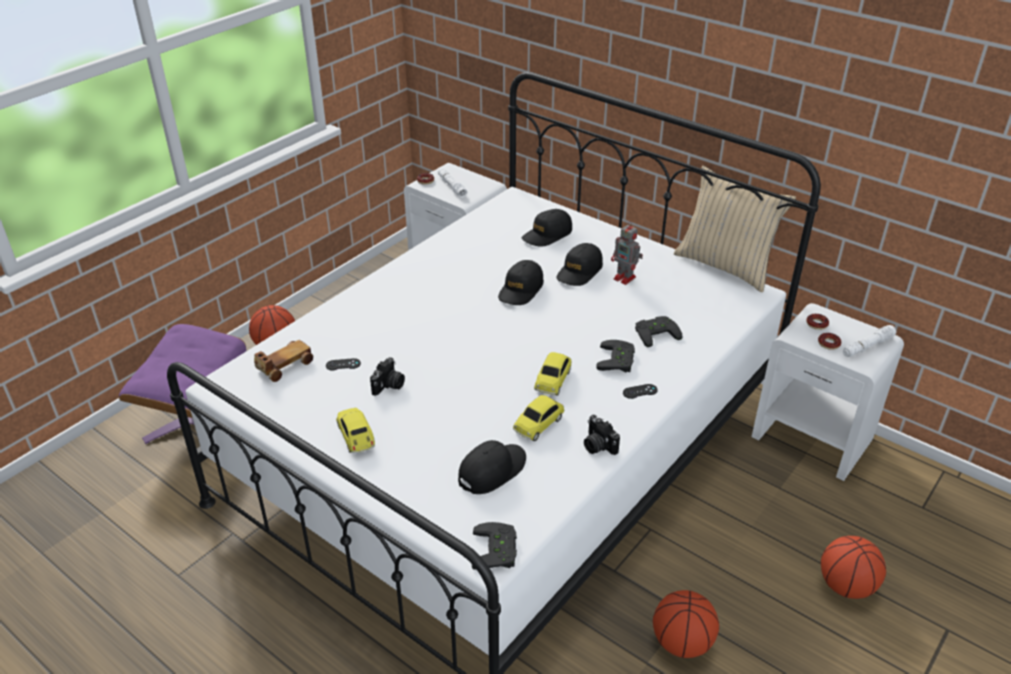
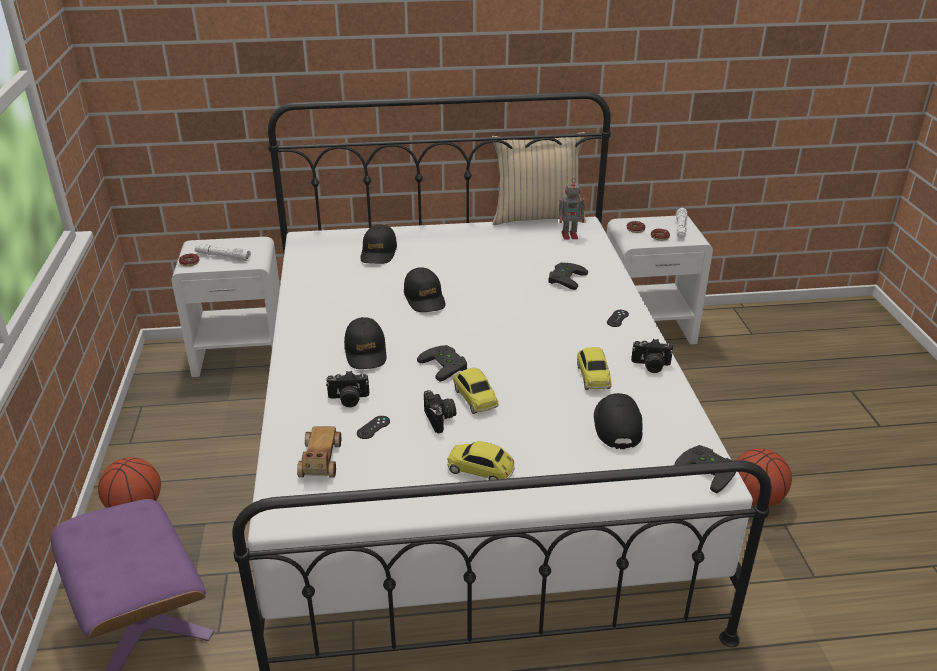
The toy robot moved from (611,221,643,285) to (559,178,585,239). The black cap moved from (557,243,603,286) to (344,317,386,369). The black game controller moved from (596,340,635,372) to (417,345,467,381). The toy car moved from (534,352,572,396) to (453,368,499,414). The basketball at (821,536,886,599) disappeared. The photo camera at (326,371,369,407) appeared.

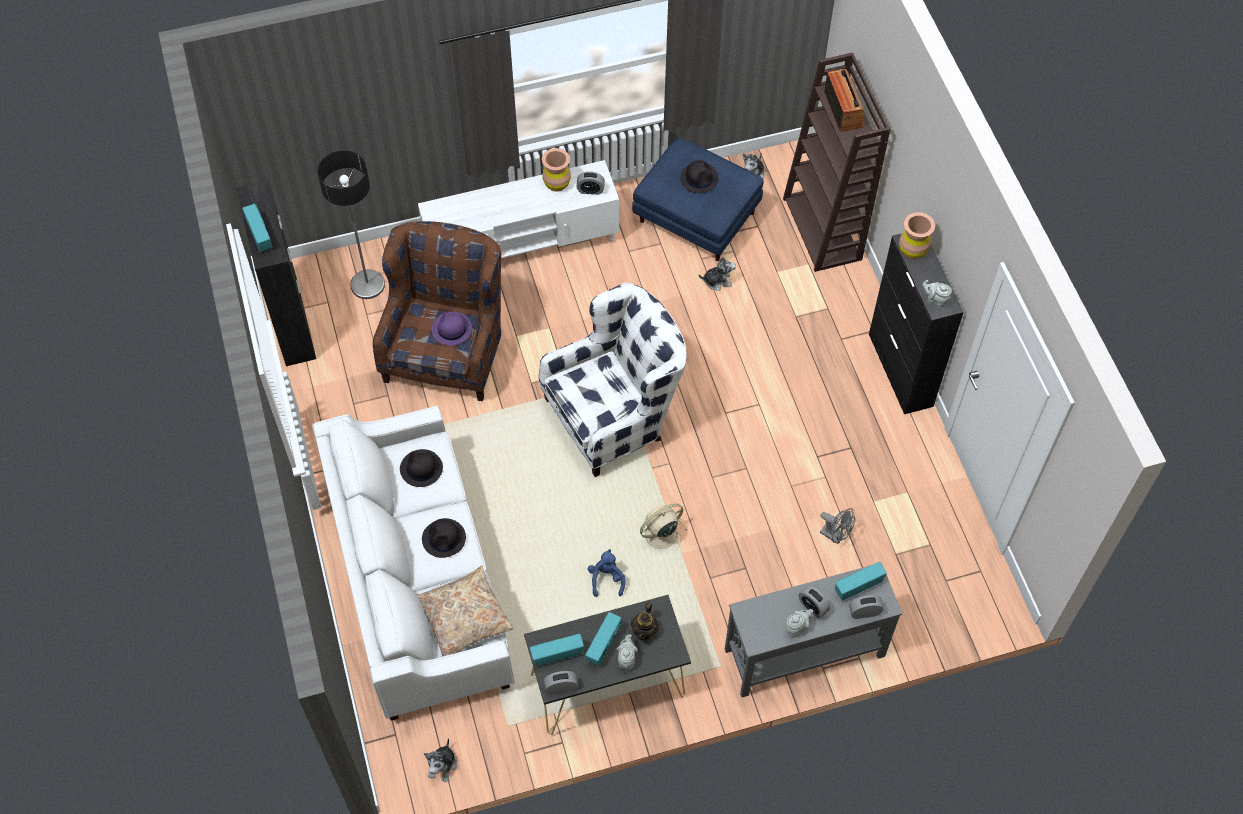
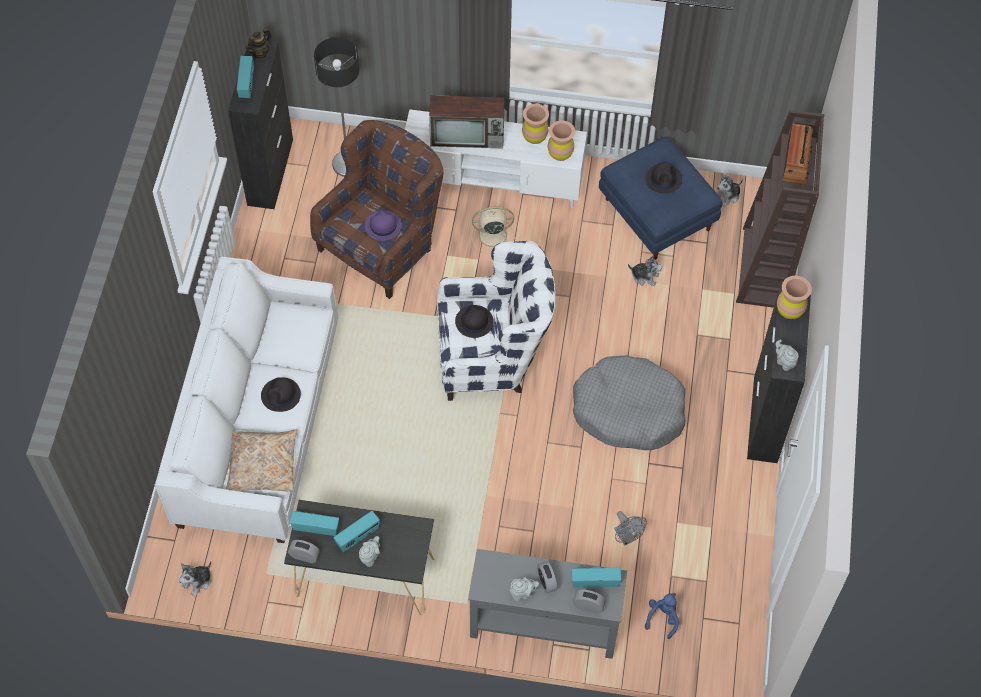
The alarm clock at (576,171,605,195) was replaced by the brown vase at (548,120,575,161). The black hat moved from (400,449,443,487) to (455,305,494,338). The beige fan moved from (640,504,687,553) to (472,206,515,253). The blue plush toy moved from (588,549,625,597) to (645,593,679,639). The teapot moved from (631,603,659,640) to (245,28,271,59). The television at (429,95,505,148) appeared. The grey dog bed at (573,356,686,450) appeared.

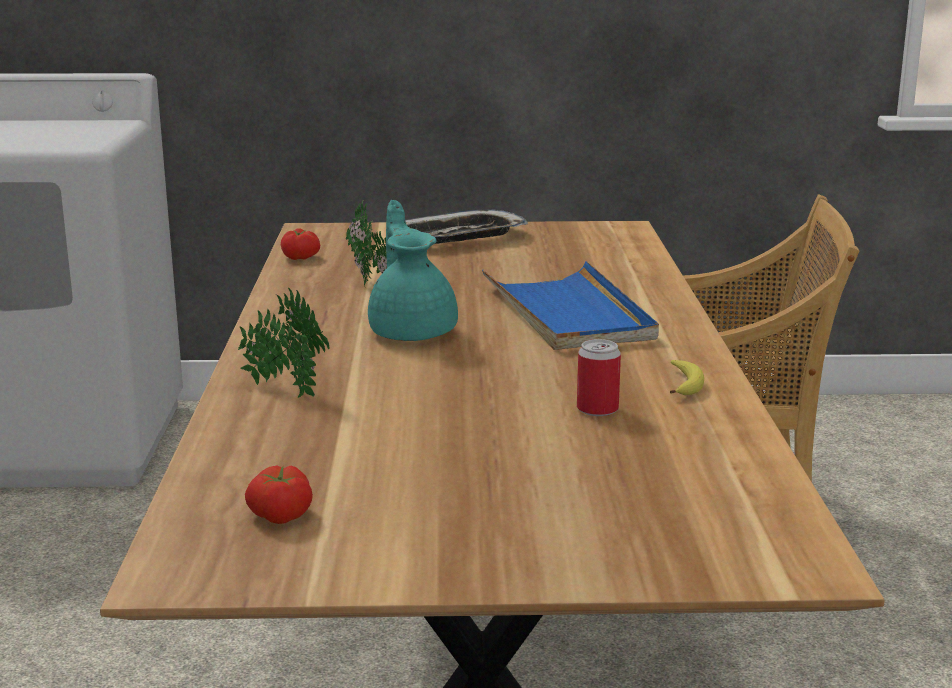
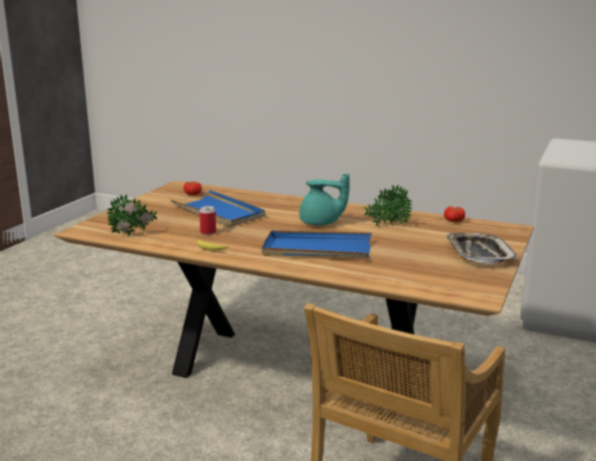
The potted plant moved from (238,288,330,398) to (107,194,157,237). The blue tray at (171,190,265,227) appeared.

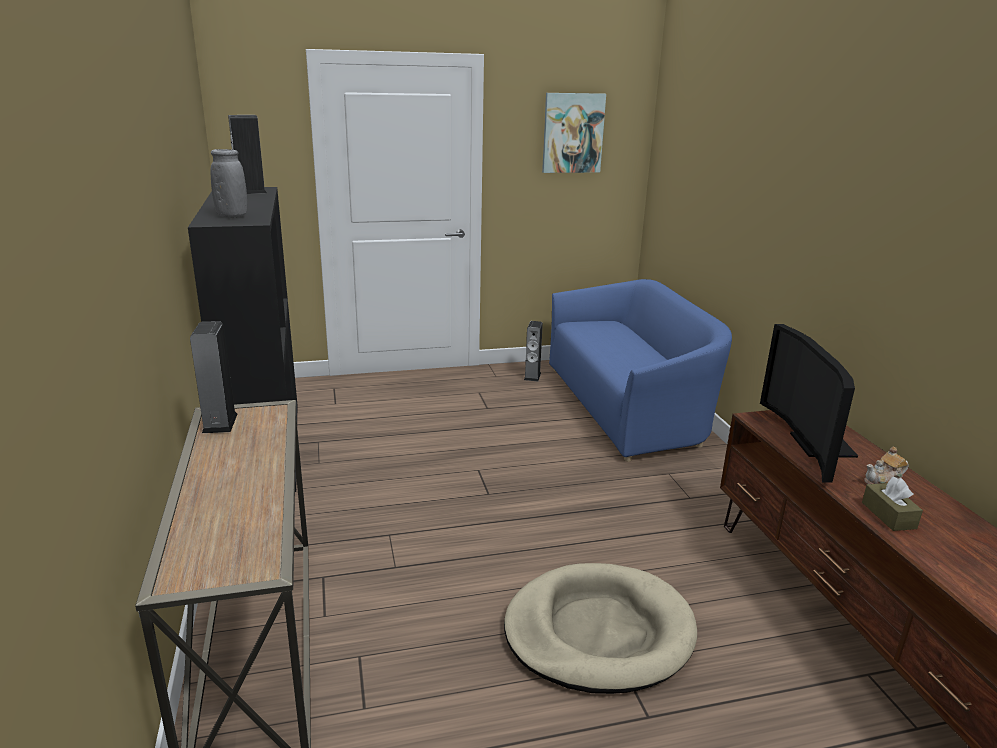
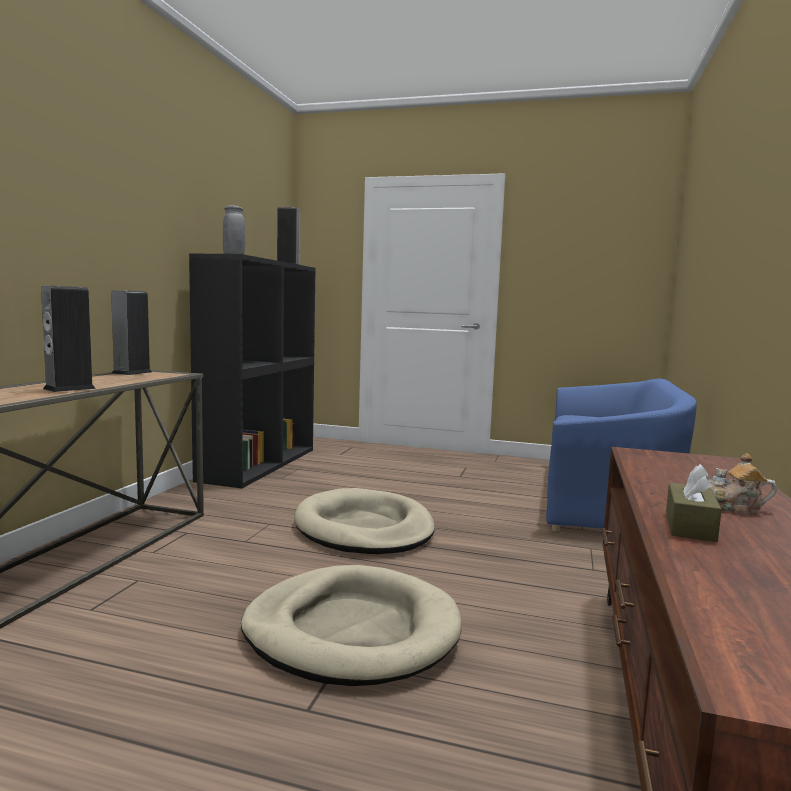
The picture at (542,93,606,173) disappeared. The speaker moved from (524,321,543,381) to (41,286,96,392). The television at (760,324,858,483) disappeared. The beige dog bed at (294,488,435,554) appeared.

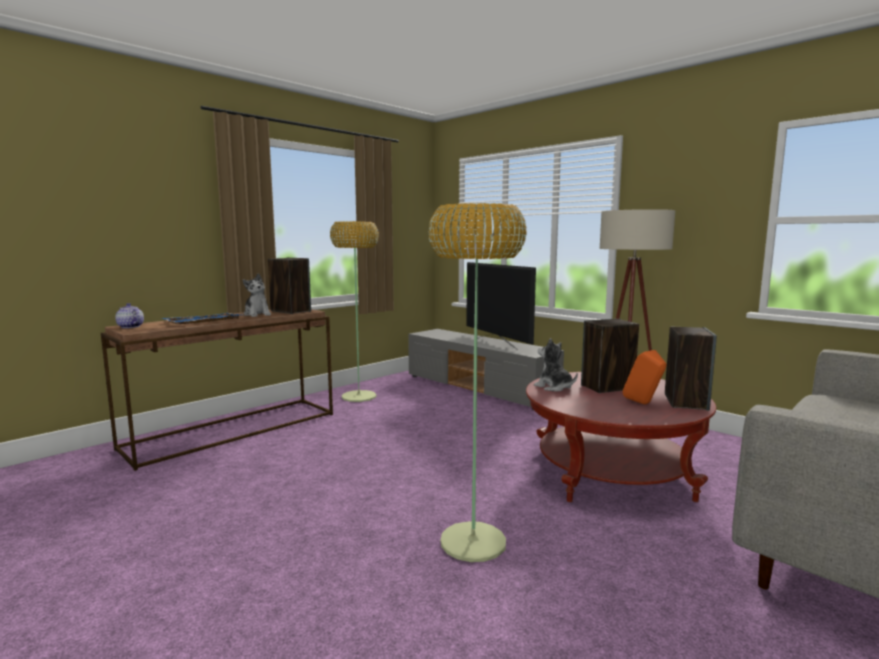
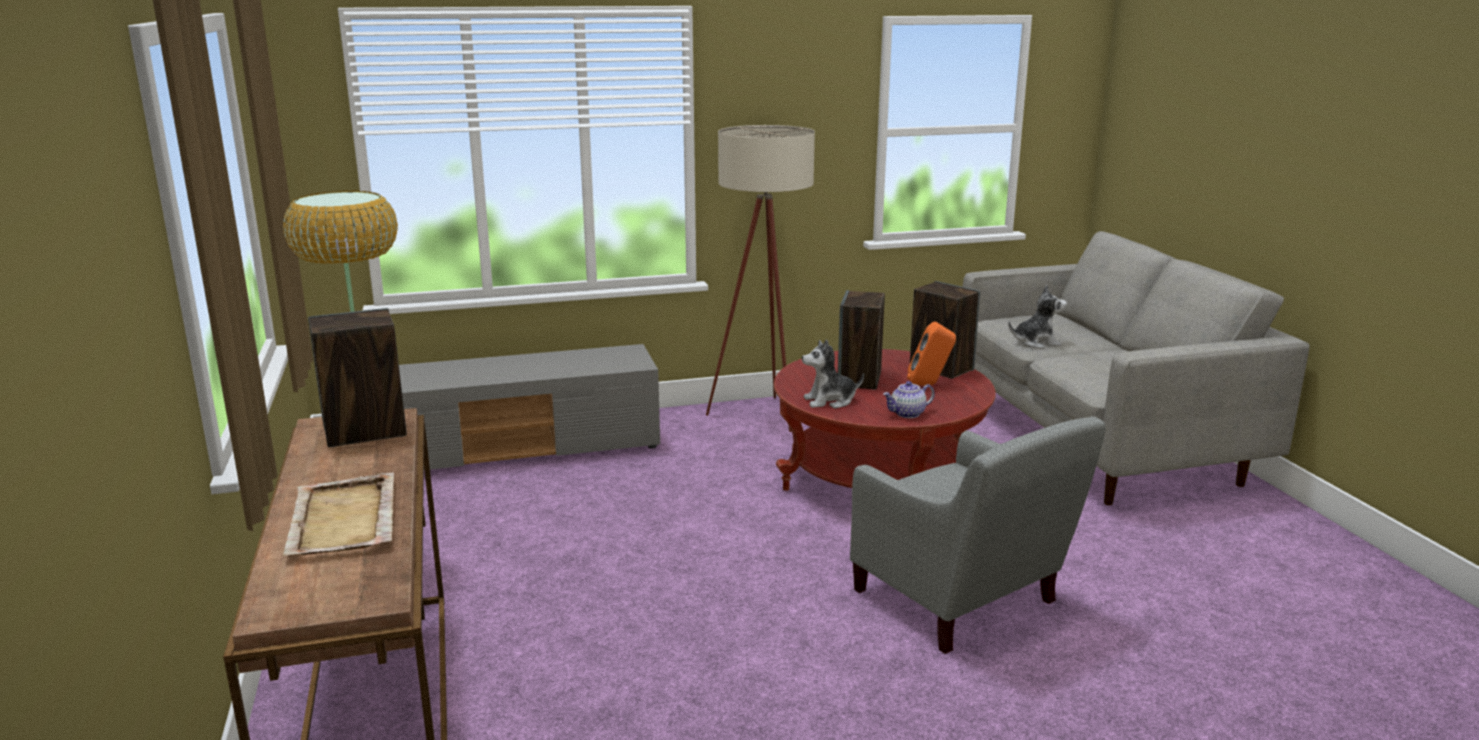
The floor lamp at (428,203,527,562) was replaced by the grey armchair at (850,416,1106,654). The television at (466,262,536,350) disappeared. The plush toy moved from (243,273,271,317) to (1008,285,1067,348). The teapot moved from (115,303,144,328) to (883,381,935,418). The blue tray at (162,313,242,324) became the beige tray at (283,472,394,556).

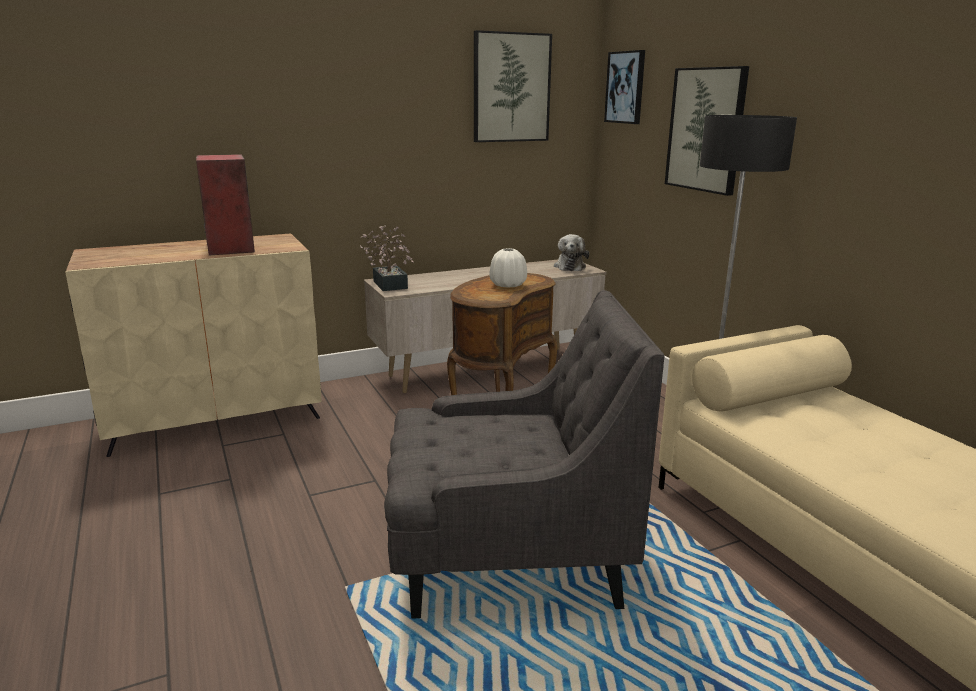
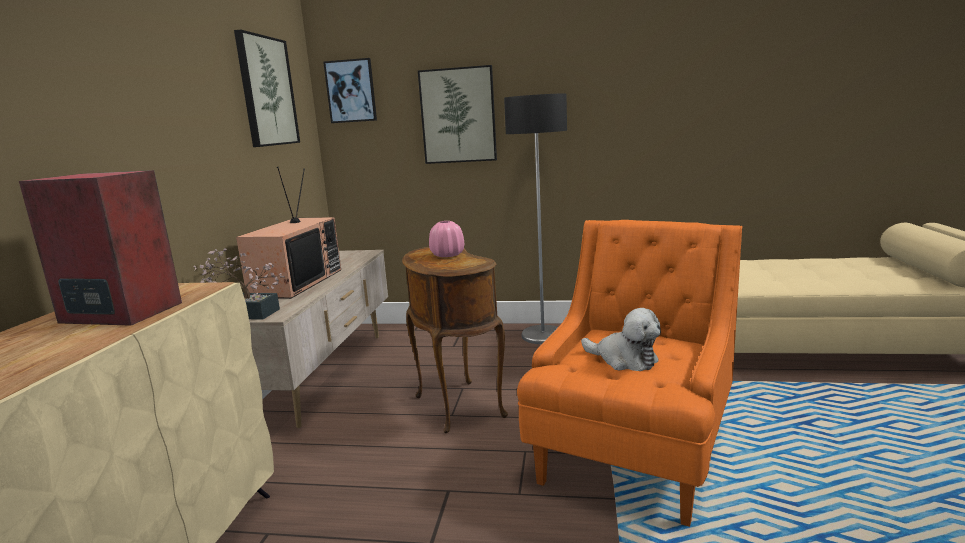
The plush toy moved from (554,234,589,271) to (581,308,661,371). The white vase at (490,248,527,288) became the pink vase at (429,221,464,257). The grey armchair at (384,290,664,619) became the orange armchair at (517,220,743,527). The television at (236,166,341,299) appeared.

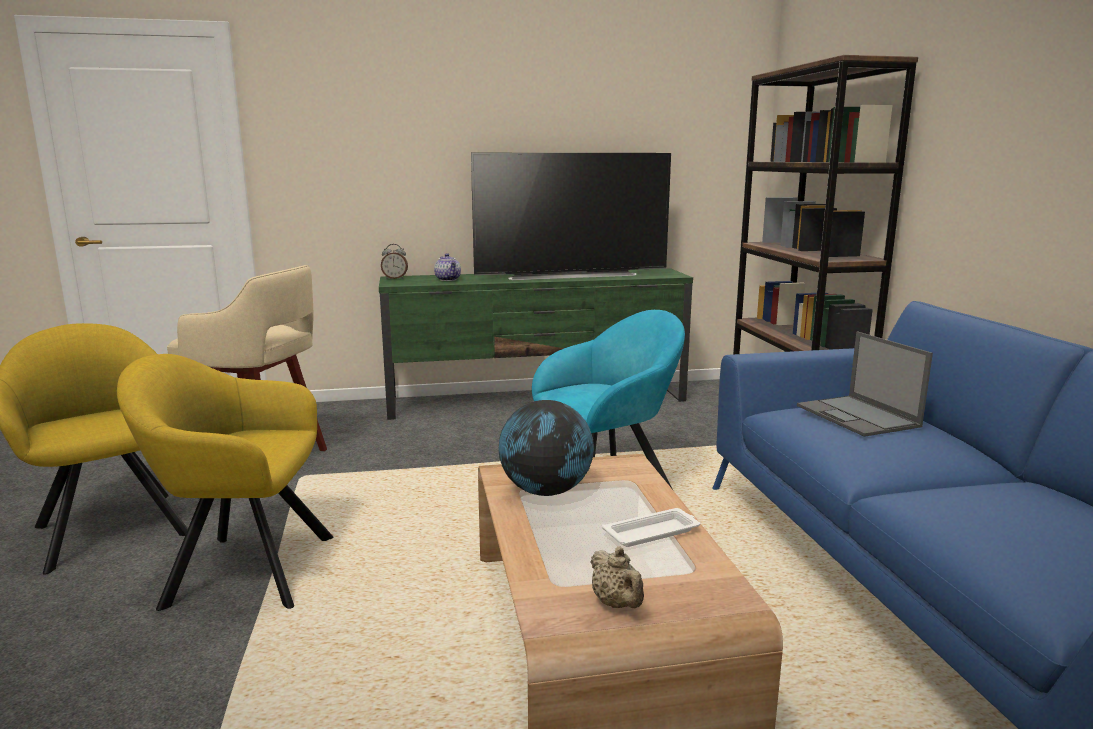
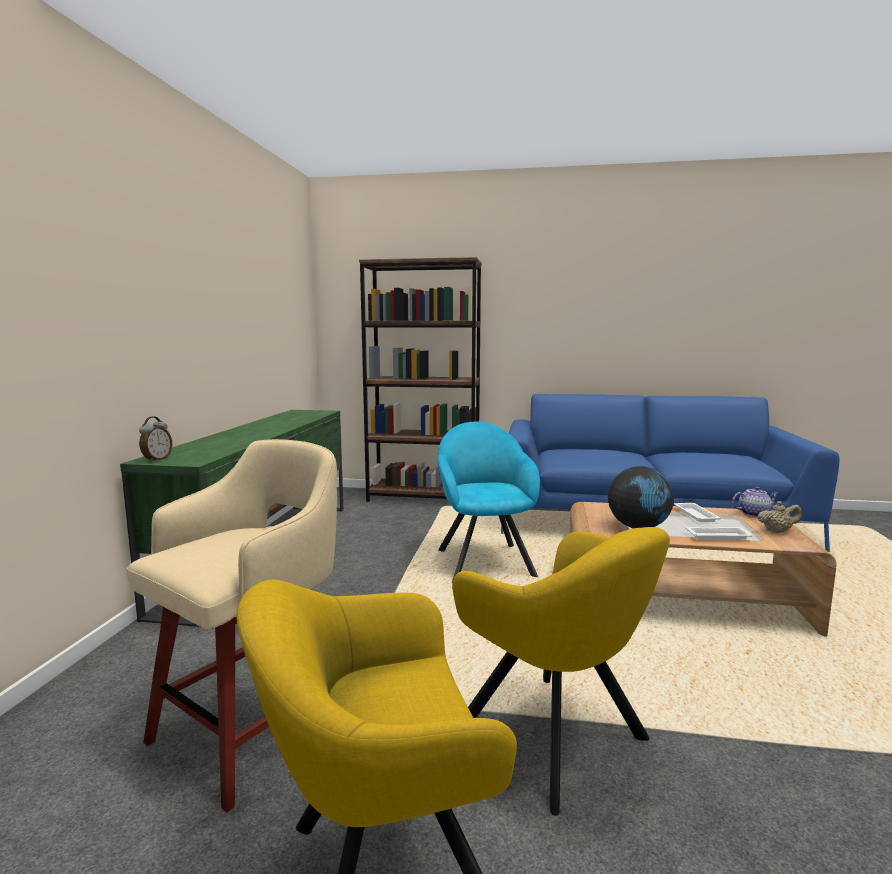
The television at (471,153,671,280) disappeared. The teapot moved from (434,253,461,281) to (732,486,779,517). The laptop at (797,331,933,437) disappeared. The yellow armchair at (117,354,333,611) turned 60 degrees counterclockwise. The white tray at (685,527,753,540) appeared.

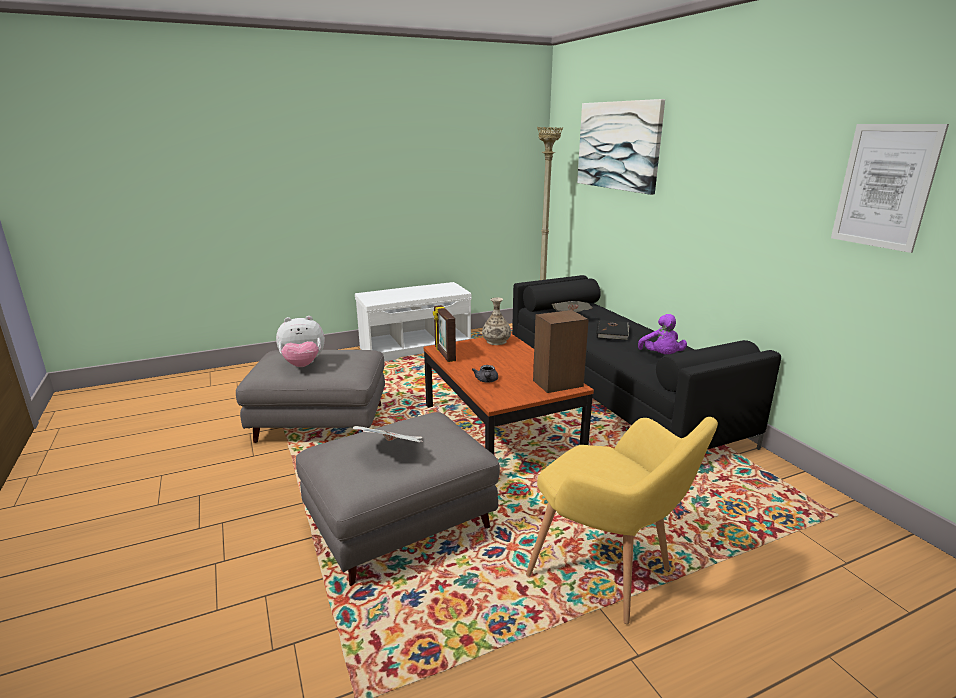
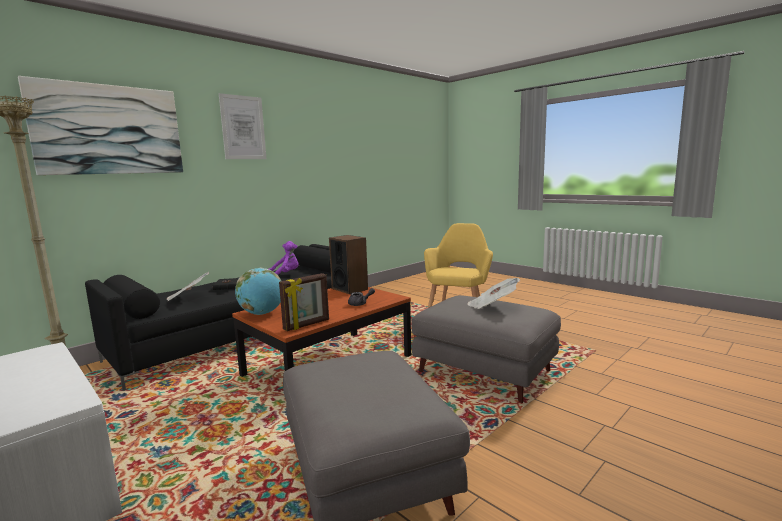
The picture moved from (831,124,949,253) to (219,93,266,159). The vase at (482,297,511,345) was replaced by the globe at (235,268,281,315). The plush toy at (276,316,325,367) disappeared.

